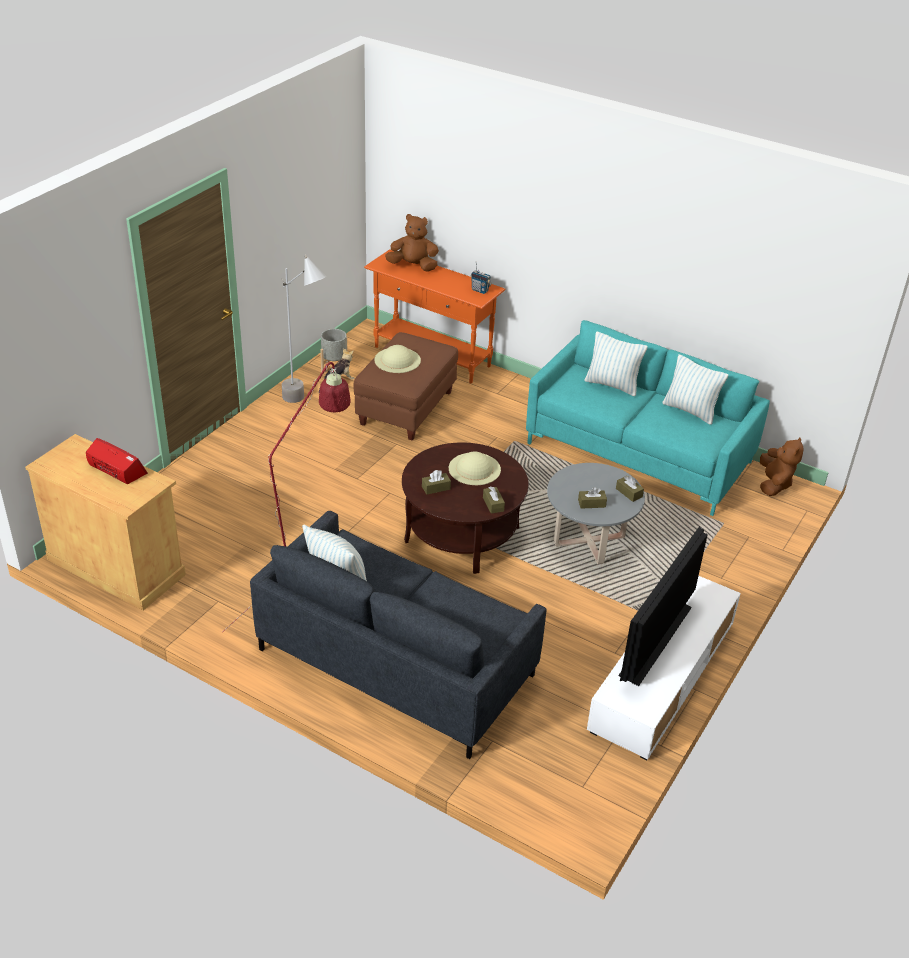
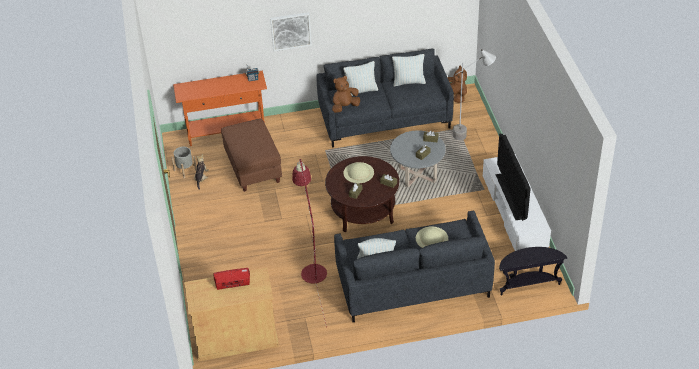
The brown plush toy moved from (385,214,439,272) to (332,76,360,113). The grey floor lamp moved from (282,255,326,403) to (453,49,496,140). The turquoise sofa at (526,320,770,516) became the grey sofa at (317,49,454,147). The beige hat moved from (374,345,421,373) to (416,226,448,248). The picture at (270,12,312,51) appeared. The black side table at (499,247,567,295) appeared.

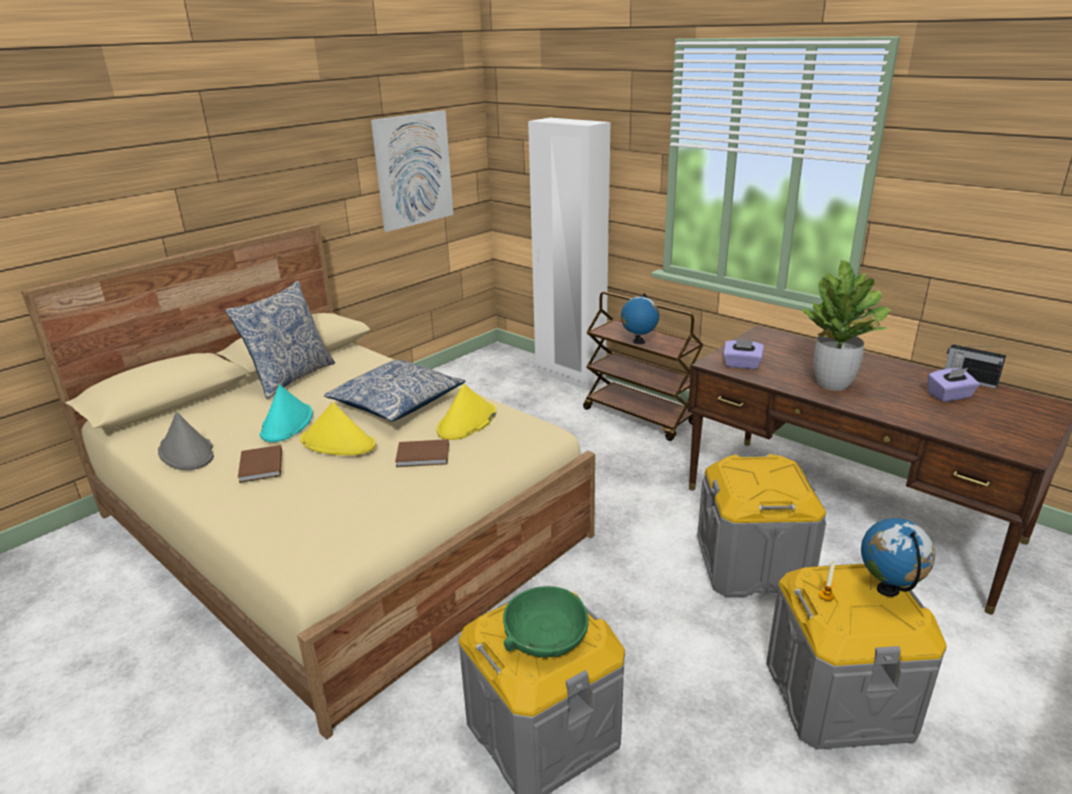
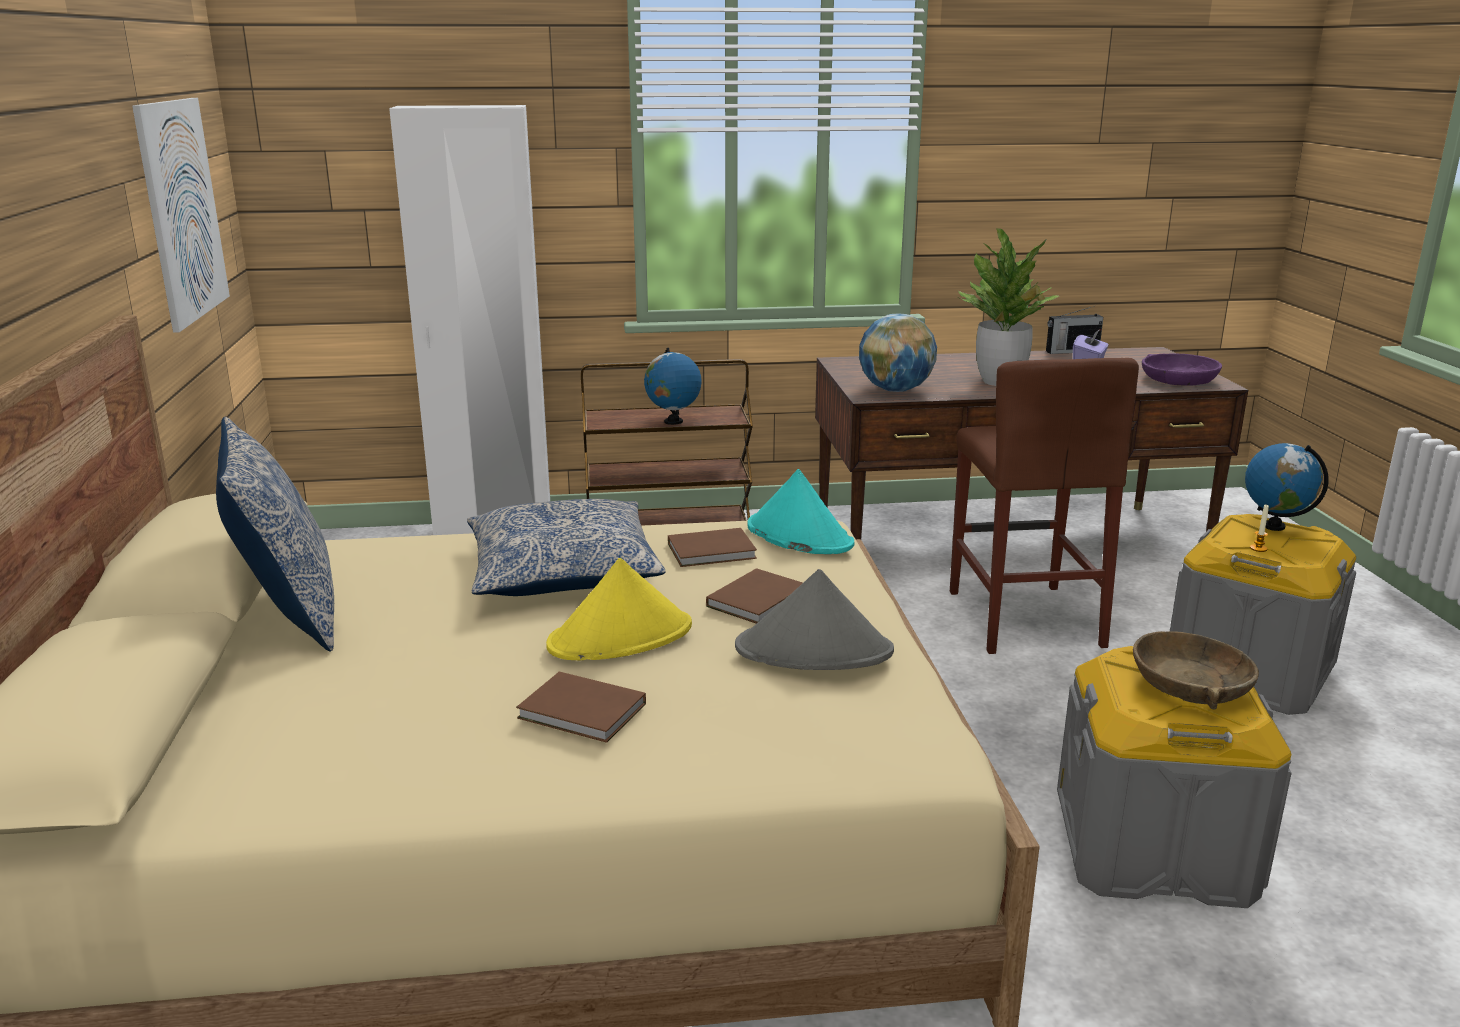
The purple tissue box at (723,339,764,369) was replaced by the globe at (859,314,937,392). The turquoise hat moved from (259,384,313,442) to (747,469,854,554). The yellow hat at (436,384,496,440) was replaced by the brown book at (668,528,757,567). The grey hat moved from (158,412,214,470) to (735,569,894,670). The grey storage box at (697,454,826,597) was replaced by the brown stool at (950,358,1139,654). The green bowl at (503,586,589,658) became the brown bowl at (1133,631,1259,710). The purple bowl at (1142,354,1222,386) appeared.

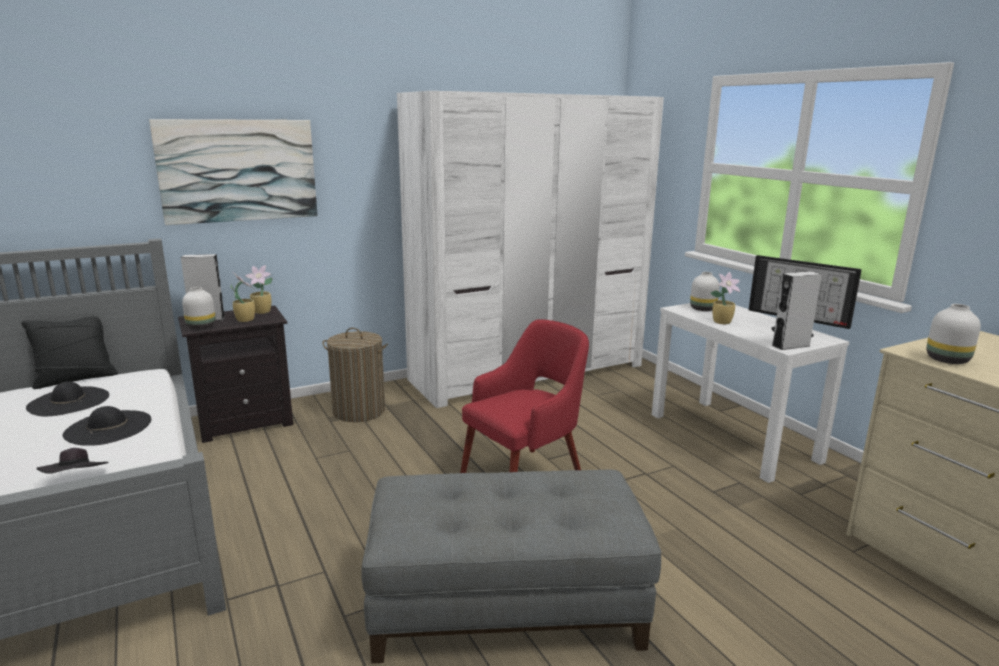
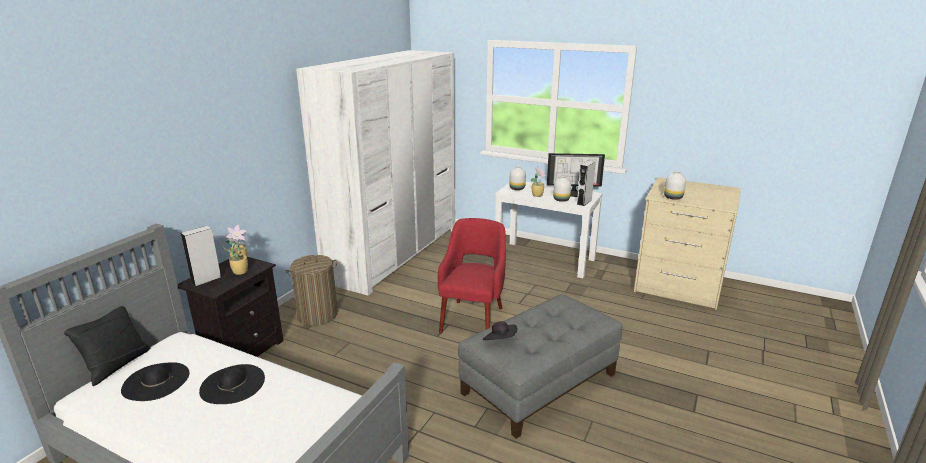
The picture at (149,119,317,225) disappeared. The white vase moved from (182,287,216,329) to (553,176,571,202). The black hat moved from (37,448,109,474) to (483,321,517,340).

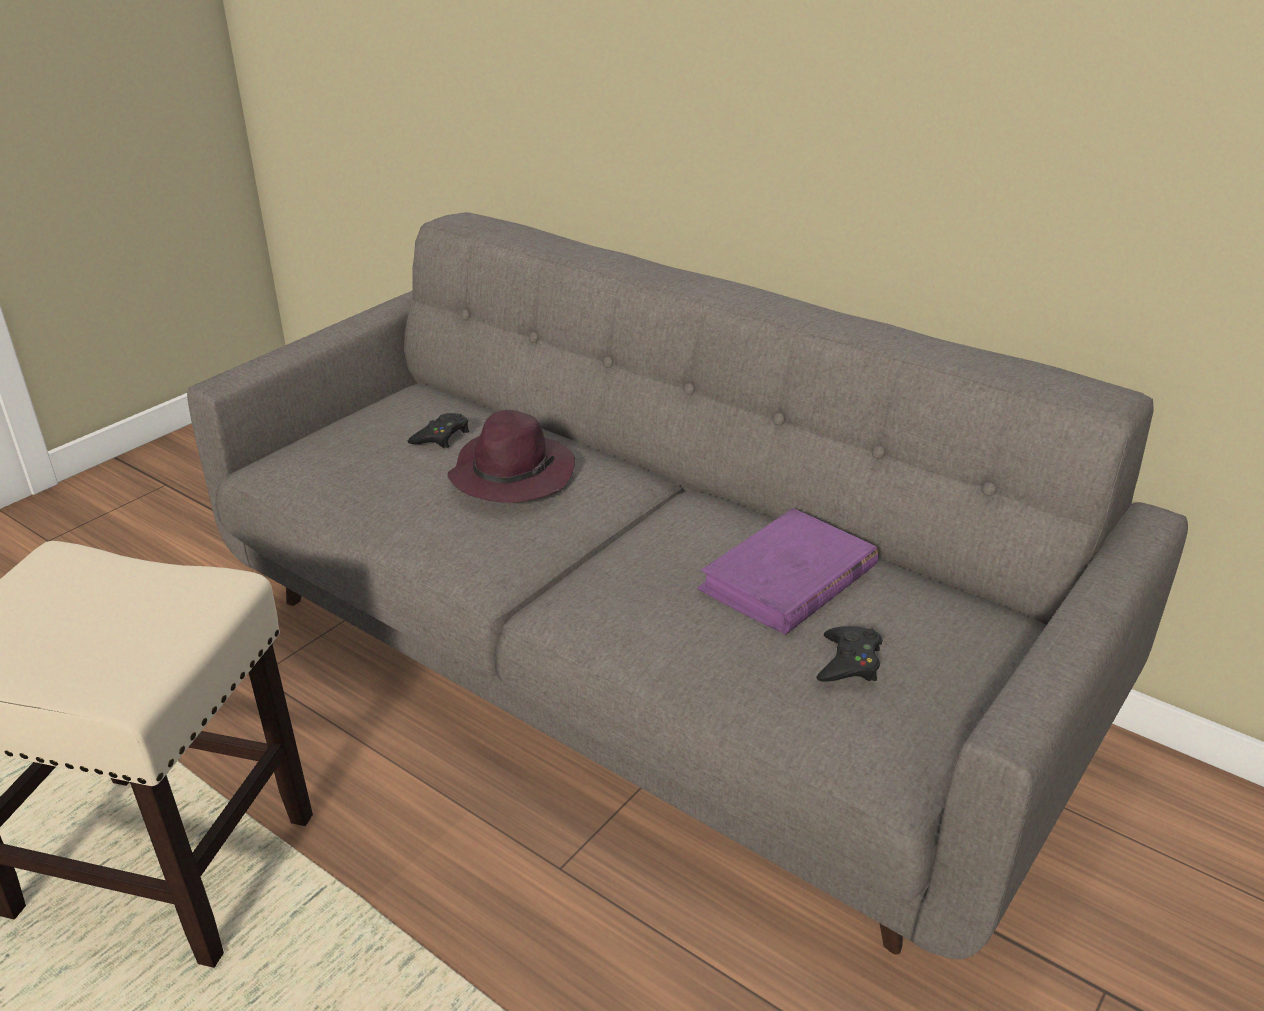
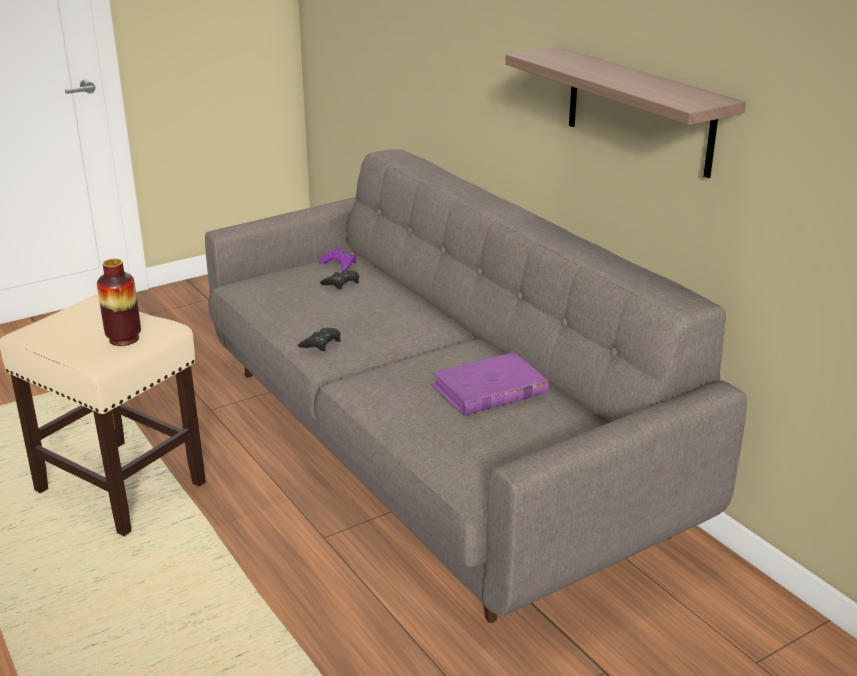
The purple hat at (448,410,575,503) disappeared. The black game controller moved from (816,626,882,682) to (298,328,341,351). The shelf at (505,46,746,178) appeared. The purple game controller at (319,247,356,271) appeared. The vase at (97,259,141,346) appeared.

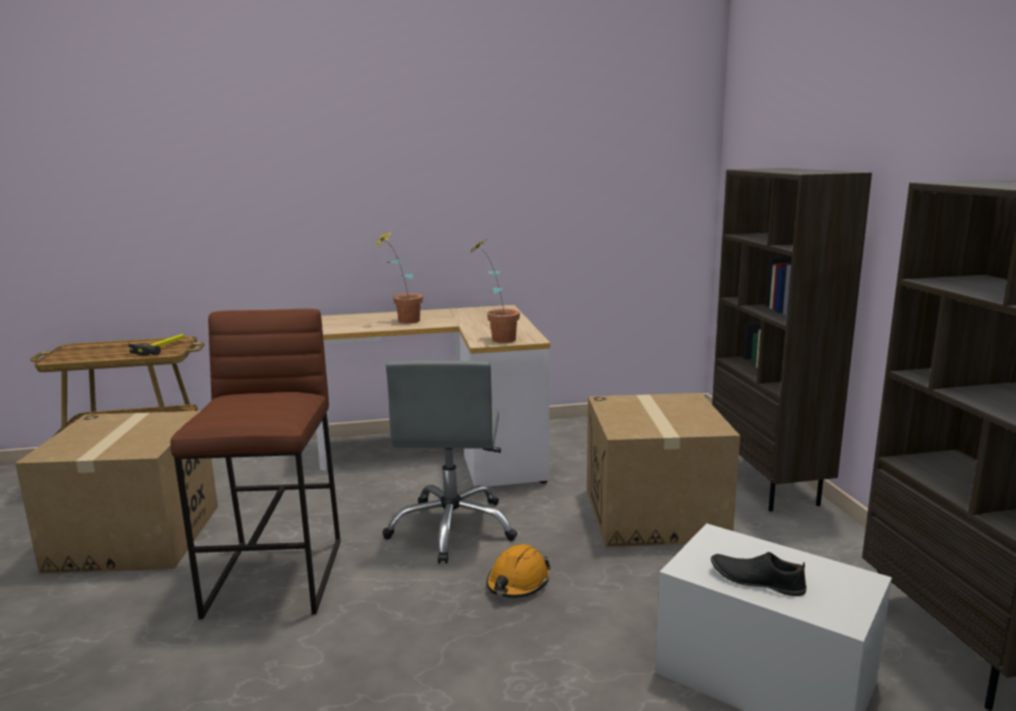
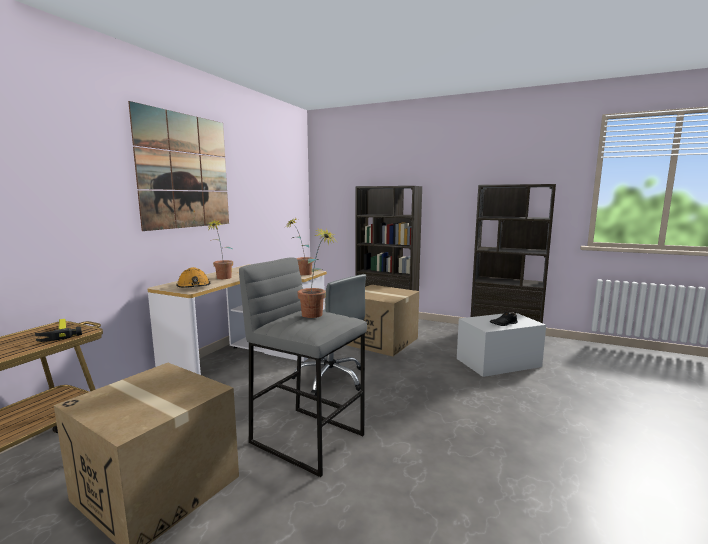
The brown stool at (170,309,341,619) became the grey stool at (239,257,367,477). The orange hard hat moved from (486,544,551,598) to (176,267,210,288). The picture at (128,101,229,231) appeared. The potted plant at (297,227,338,318) appeared.

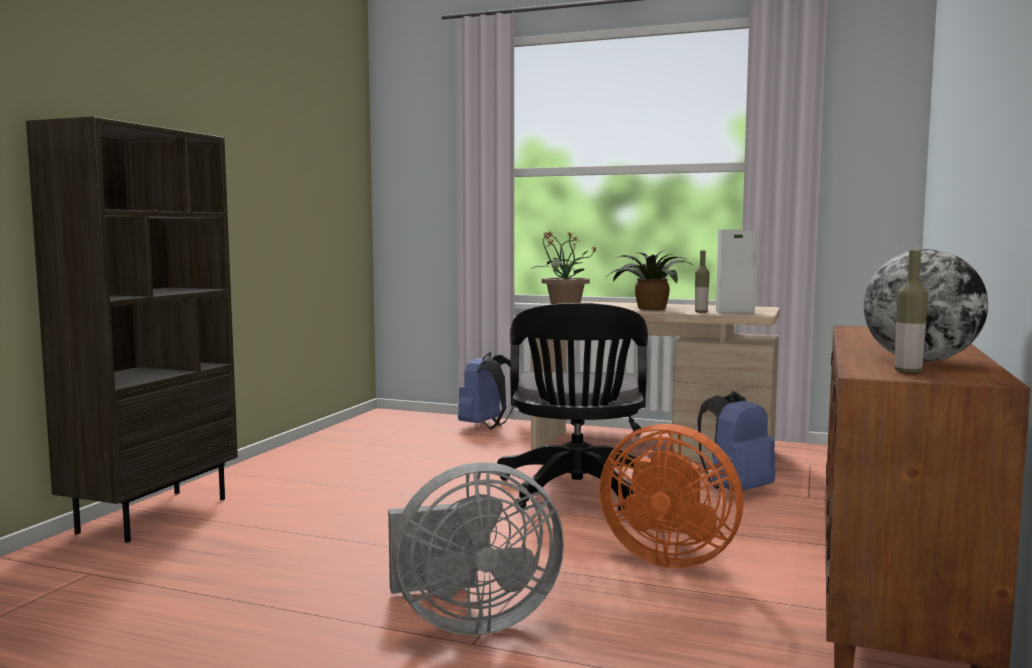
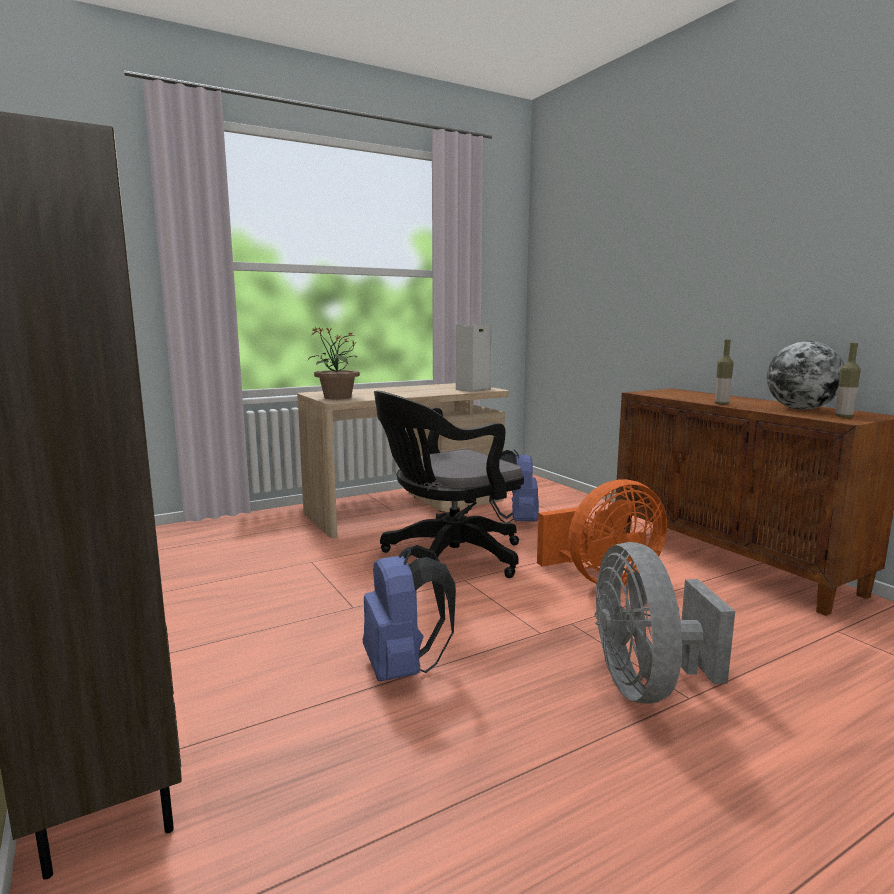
The potted plant at (607,250,694,310) disappeared. The bottle moved from (695,251,710,313) to (715,340,734,405). The black office chair at (497,303,648,511) turned 105 degrees clockwise. The blue backpack moved from (458,352,514,429) to (363,545,456,681). The grey fan at (388,462,564,635) turned 150 degrees clockwise.

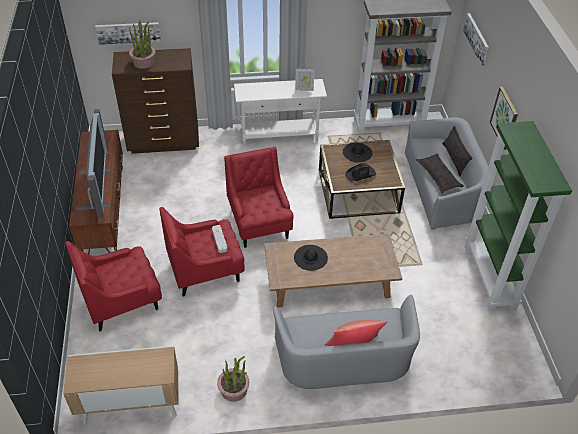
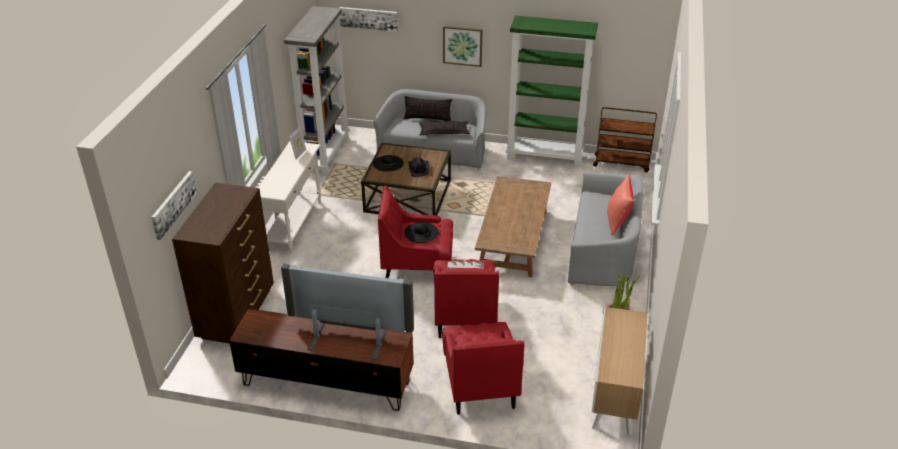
The potted plant at (129,20,155,69) disappeared. The black hat moved from (294,245,328,271) to (404,222,439,243). The brown cart at (593,107,657,172) appeared.

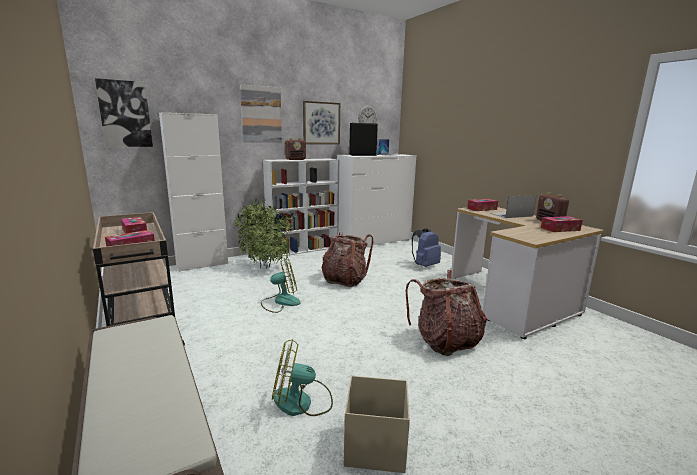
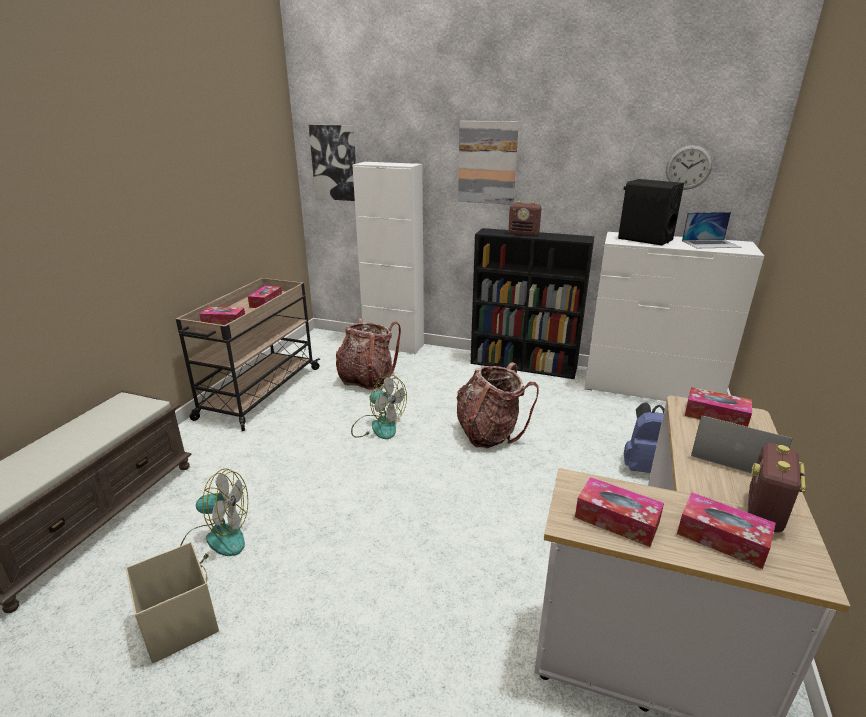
The picture at (303,101,340,144) disappeared. The white bookcase at (263,158,339,256) became the black bookcase at (471,228,595,379). The potted plant at (232,199,294,269) disappeared. The backpack moved from (406,270,487,356) to (336,318,401,390). The fan at (272,339,333,416) turned 135 degrees clockwise. The tissue box at (575,477,664,547) appeared.

